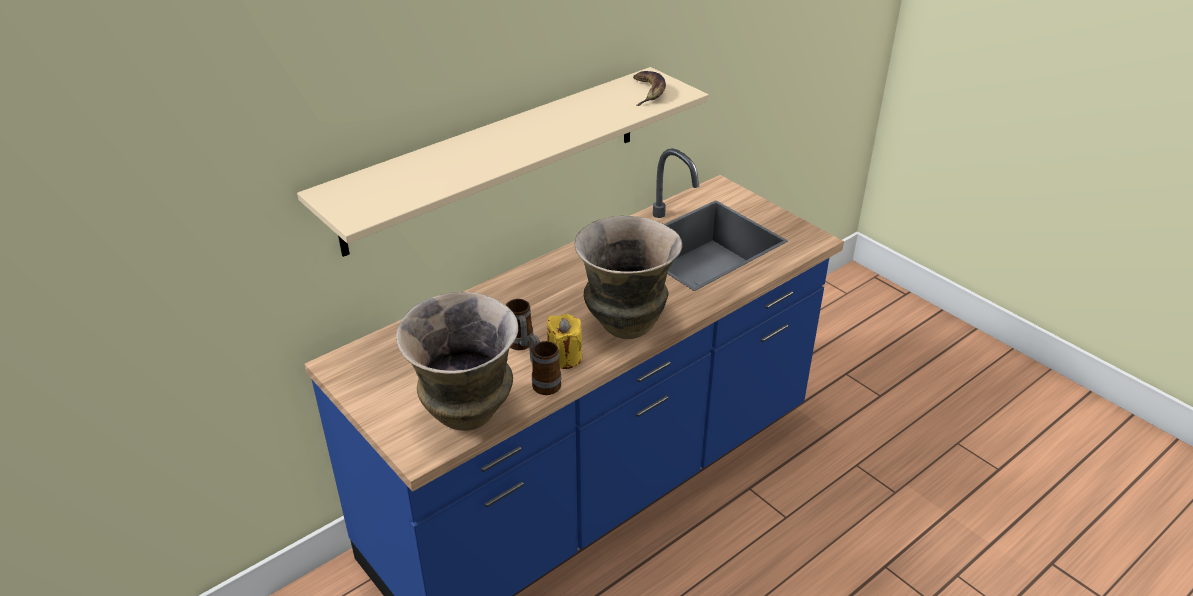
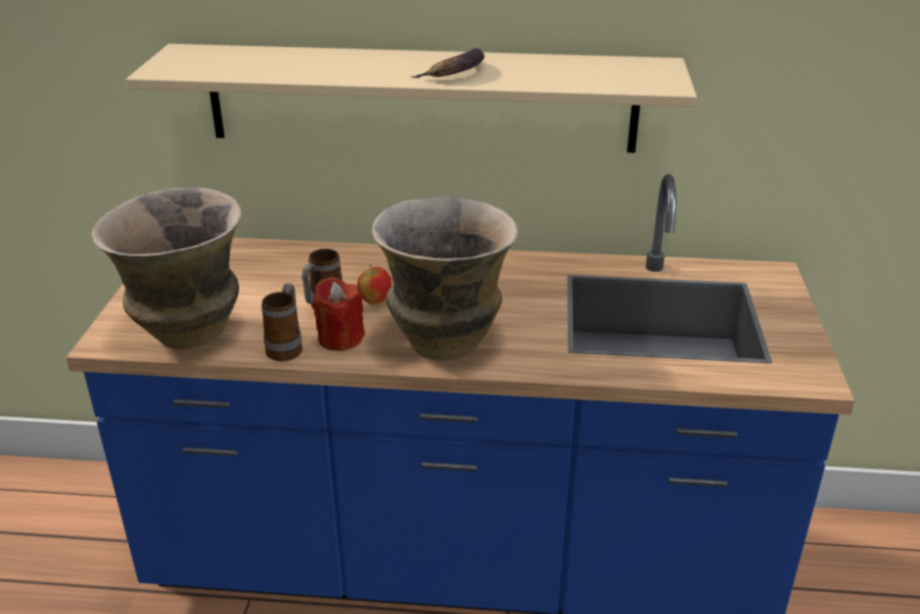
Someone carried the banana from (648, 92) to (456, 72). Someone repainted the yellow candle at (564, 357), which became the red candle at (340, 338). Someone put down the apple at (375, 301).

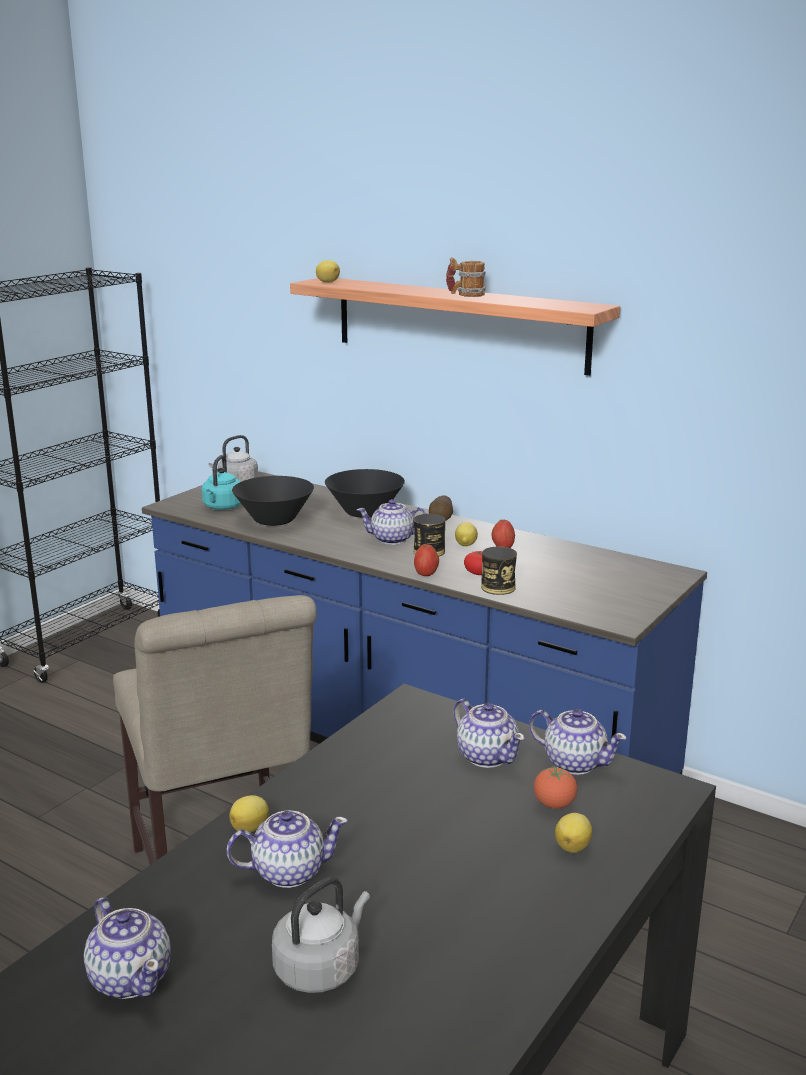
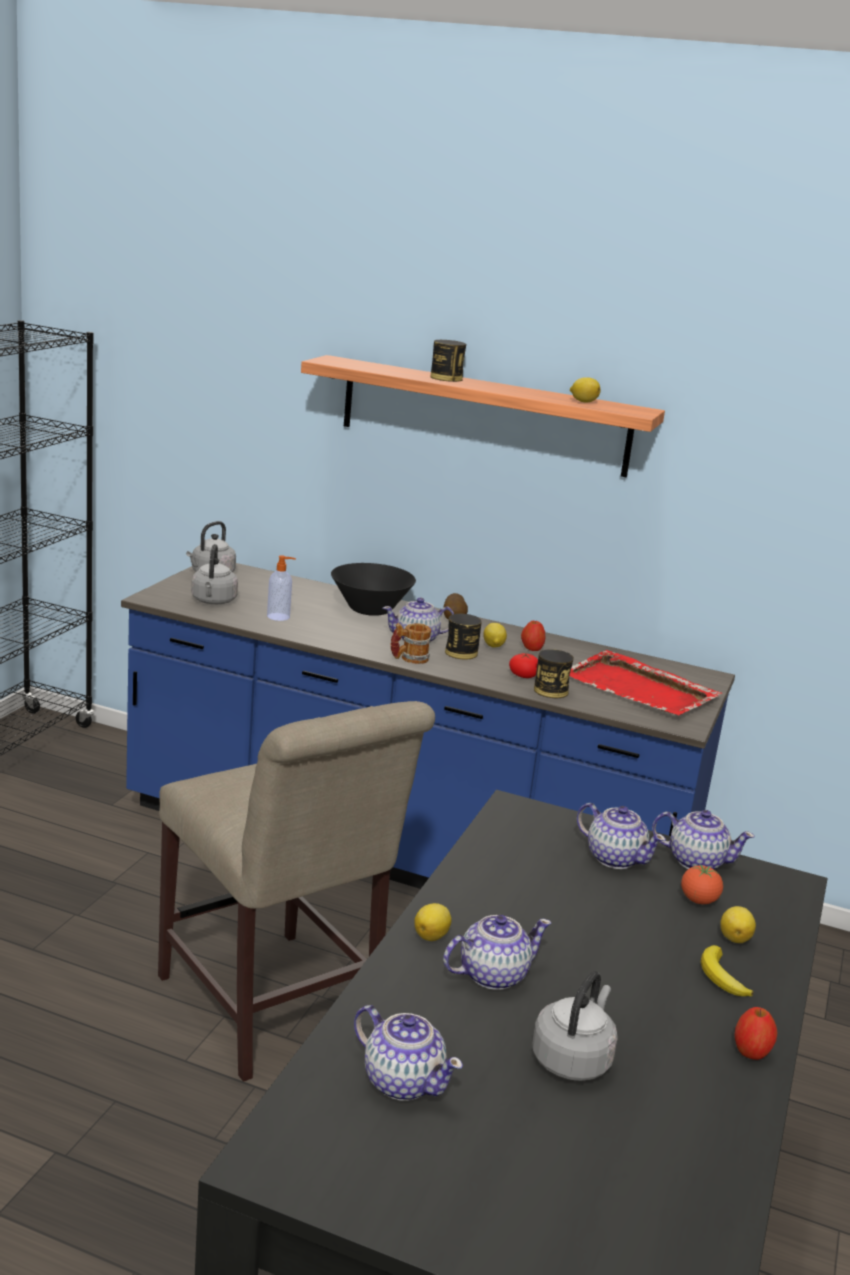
Someone carried the mug from (465, 295) to (409, 659). Someone carried the lemon from (327, 282) to (583, 401). Someone repainted the turquoise kettle at (222, 507), which became the grey kettle at (213, 601). Someone swapped the black bowl at (274, 520) for the soap dispenser at (279, 617). Someone carried the apple from (426, 573) to (751, 1052). Someone put down the can at (446, 378). Someone put down the red tray at (640, 689). Someone put down the banana at (721, 976).

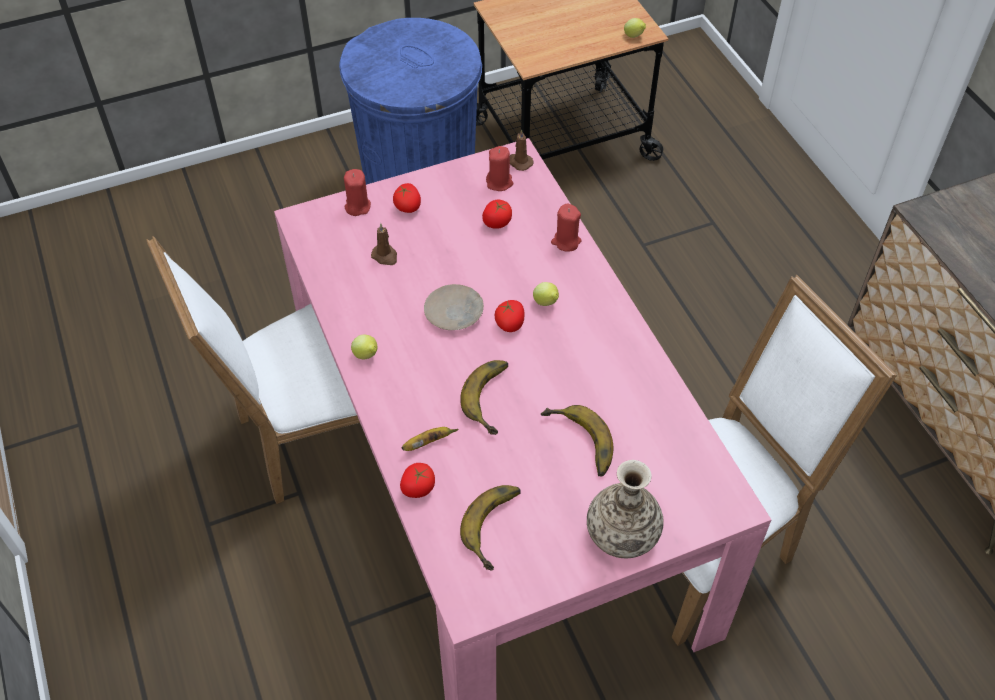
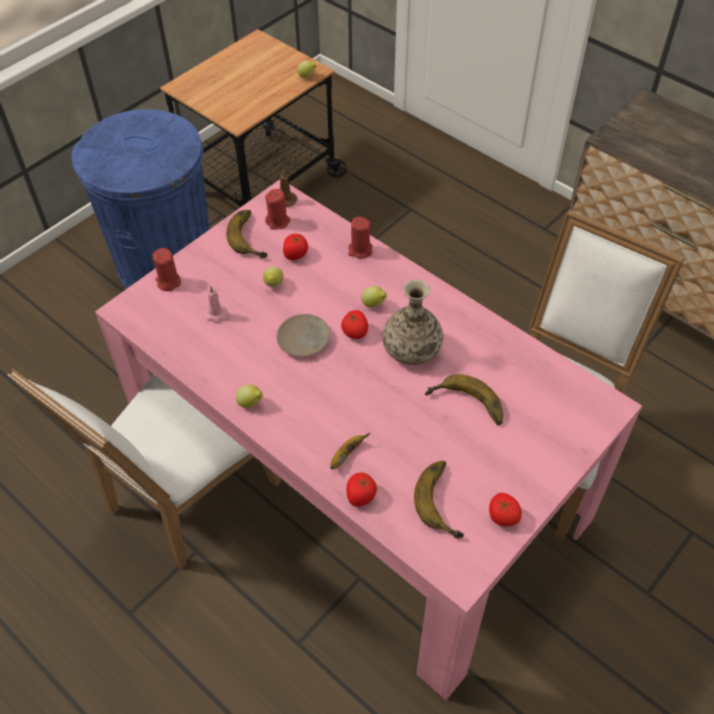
Someone carried the tomato from (408, 207) to (502, 516). Someone repainted the brown candle at (385, 256), which became the pink candle at (217, 315). Someone carried the banana from (495, 398) to (252, 236). Someone carried the vase from (622, 533) to (411, 349). Someone put down the lemon at (274, 285).

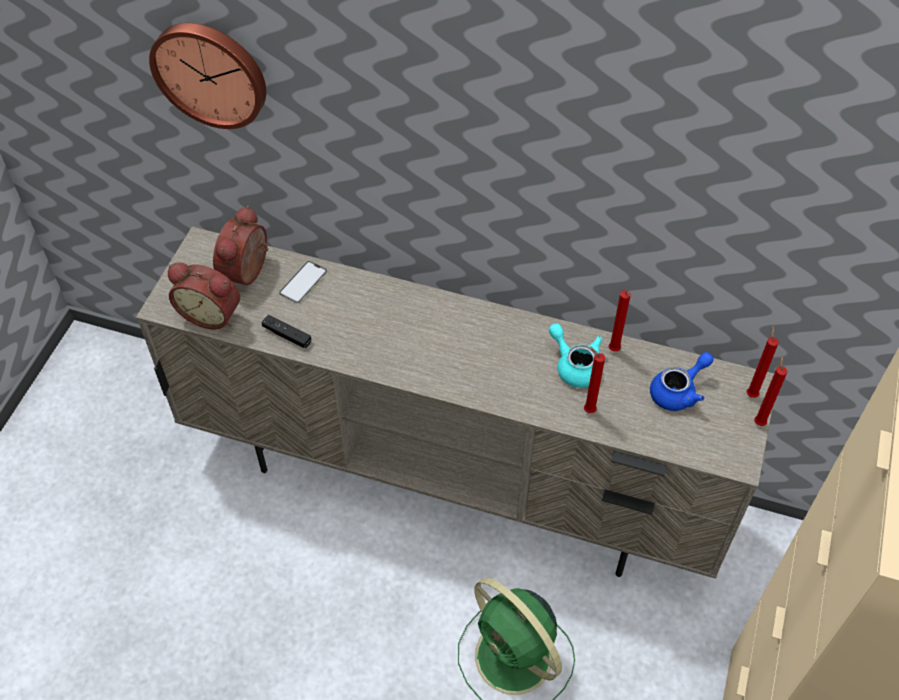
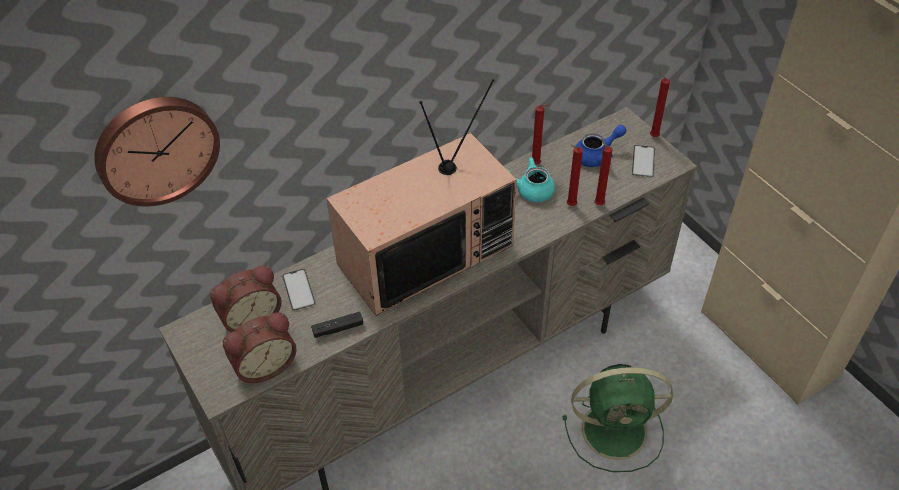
Someone rotated the alarm clock at (249, 272) by 90 degrees counterclockwise. Someone carried the red candle from (751, 393) to (597, 204). Someone rotated the blue teapot at (678, 391) by 60 degrees clockwise. Someone put down the television at (425, 252). Someone put down the phone at (643, 161).

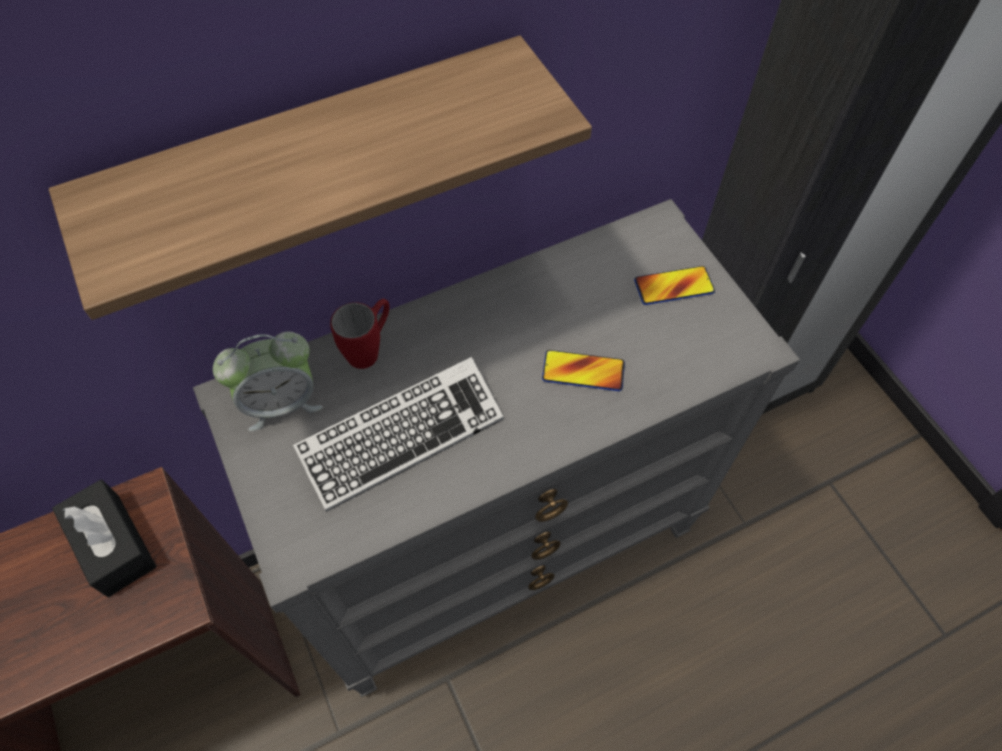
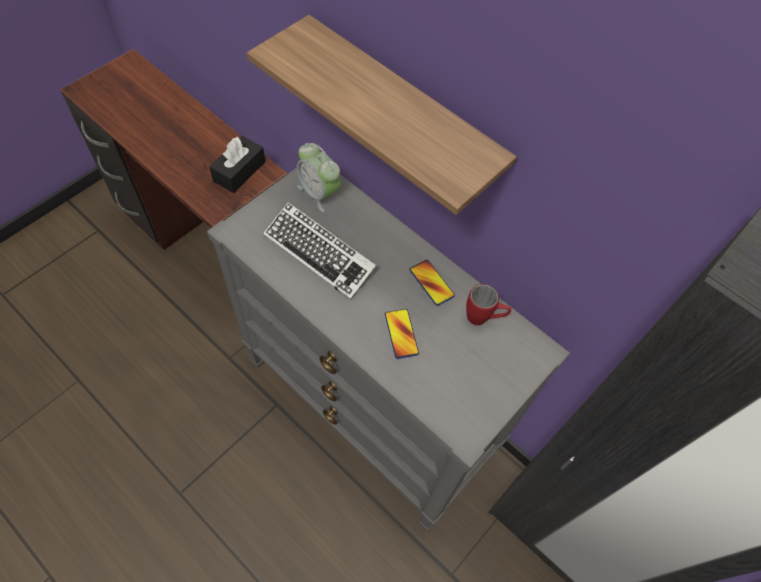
Someone carried the phone from (674, 286) to (431, 283). Someone carried the red mug from (370, 348) to (483, 319).

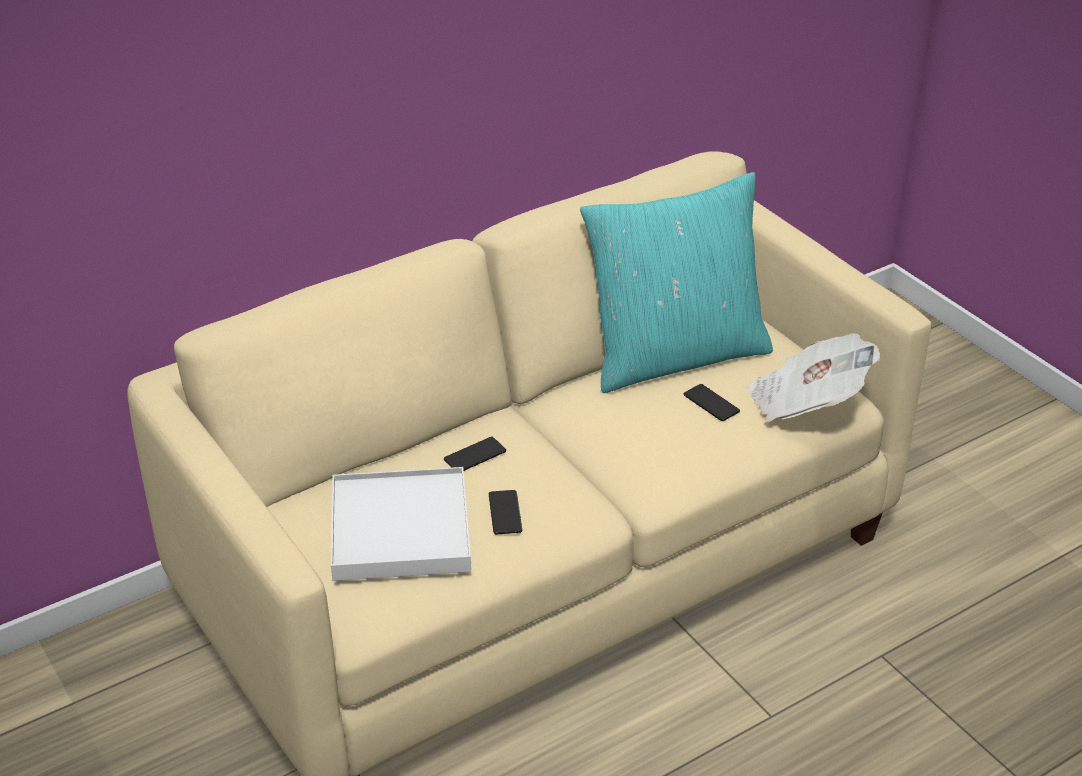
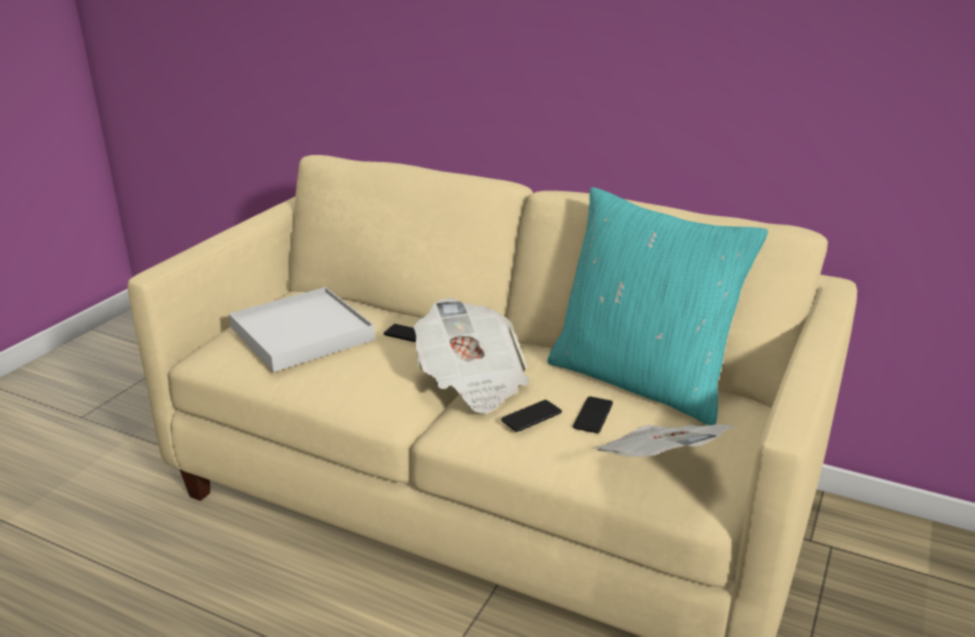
Someone carried the phone from (505, 513) to (531, 416). Someone put down the newspaper at (472, 382).

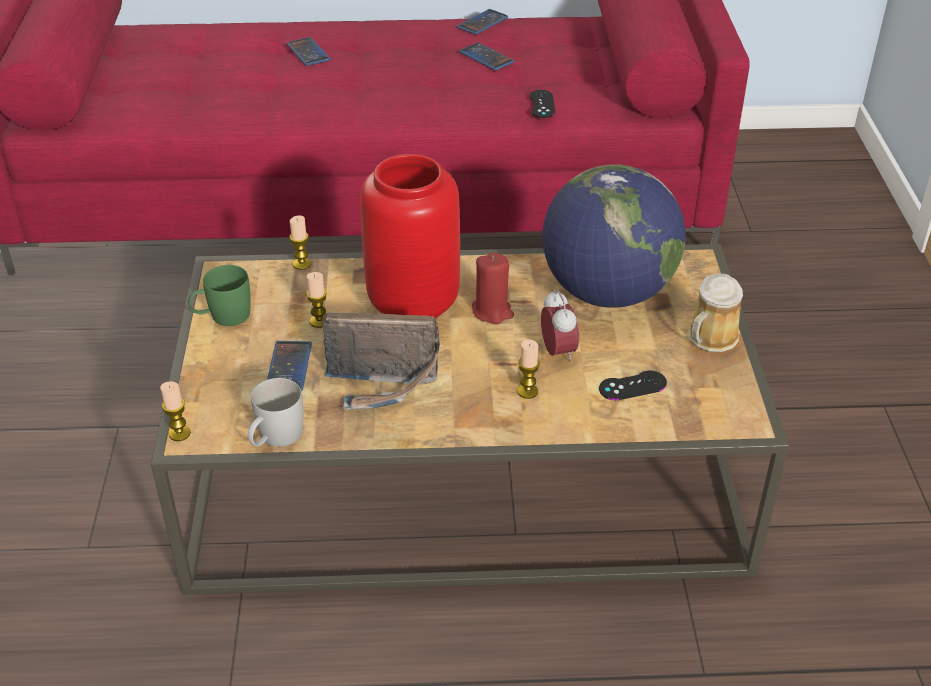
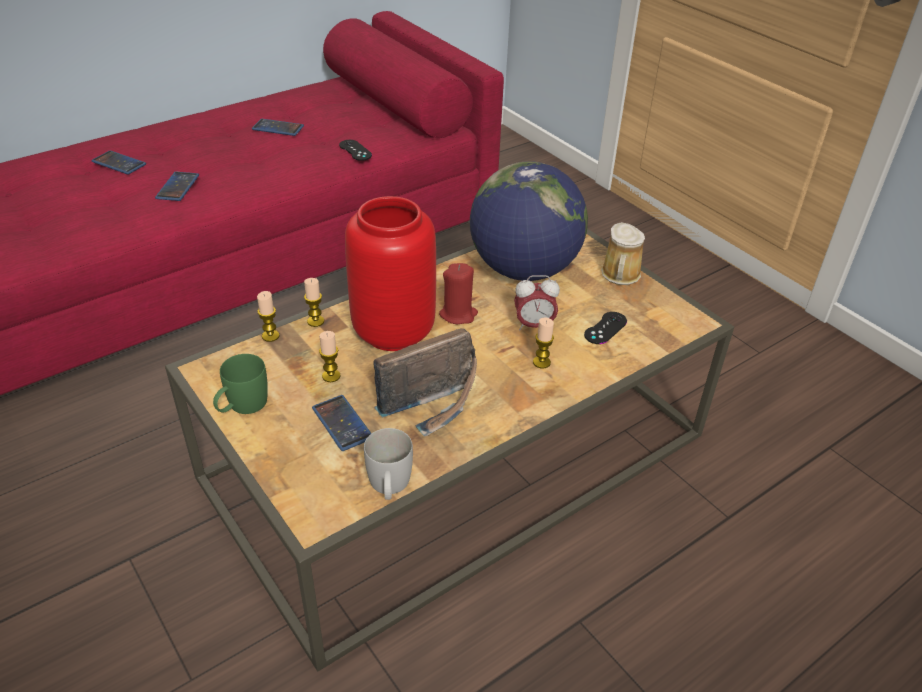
Someone carried the phone from (482, 22) to (177, 187). Someone rotated the alarm clock at (558, 352) by 135 degrees clockwise. Someone carried the candle from (179, 433) to (315, 321).

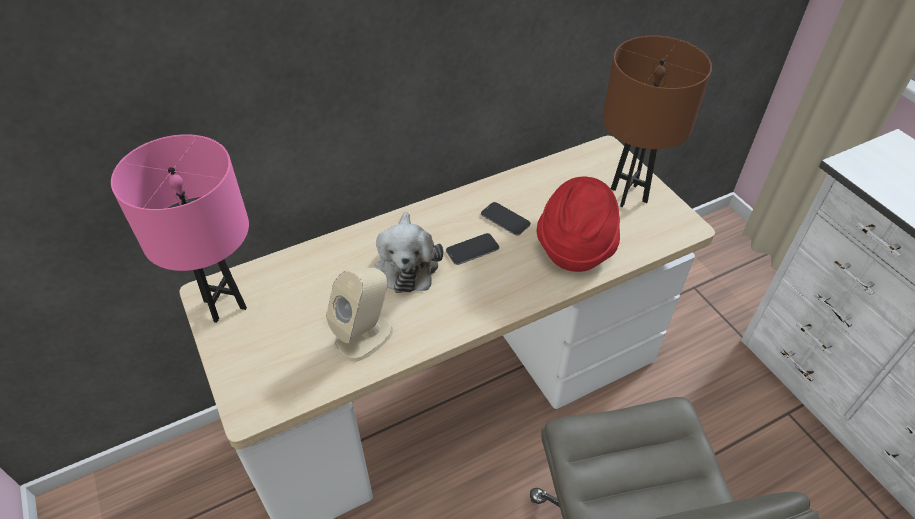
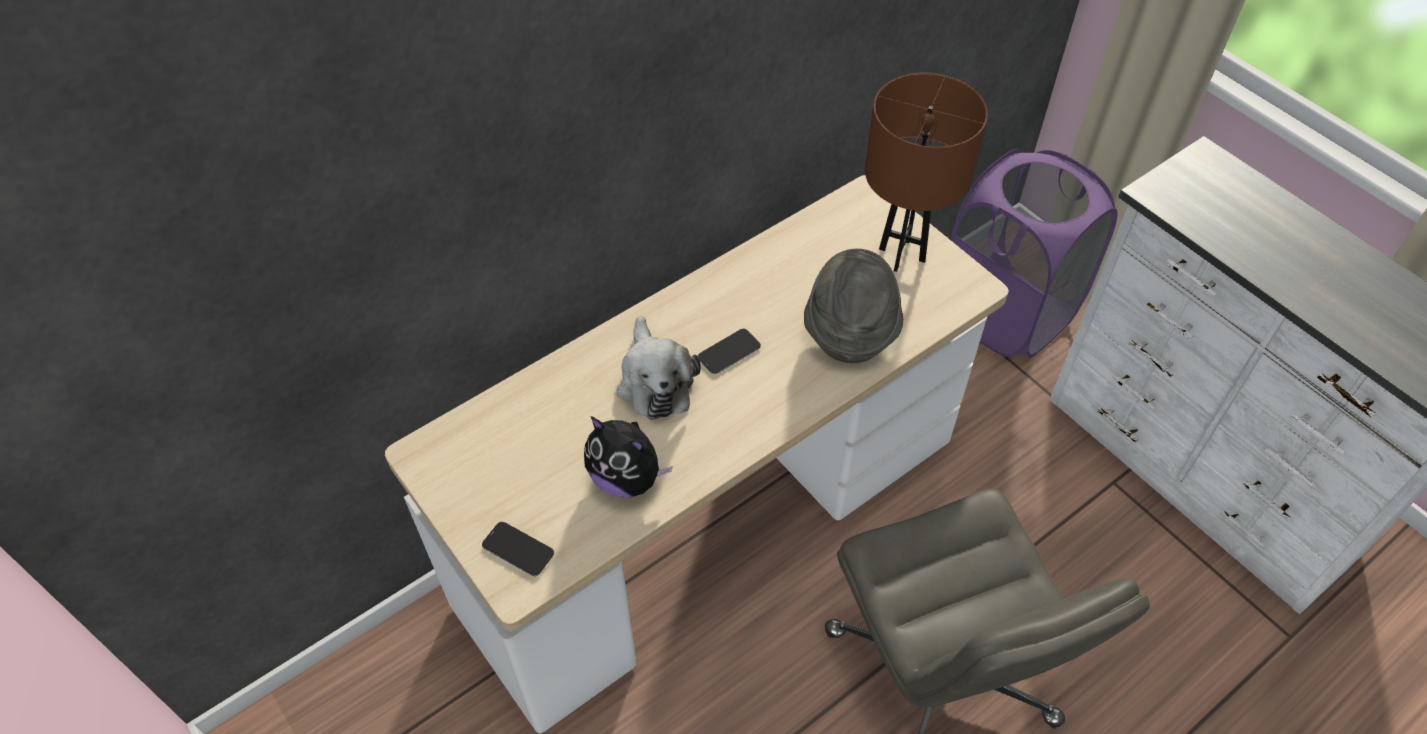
Someone took away the pink table lamp at (225, 304). Someone repainted the red hat at (575, 247), which became the grey hat at (850, 332). Someone carried the phone from (505, 219) to (518, 549). Someone swapped the beige speaker at (364, 336) for the plush toy at (626, 478). Someone put down the purple laundry basket at (1006, 313).

